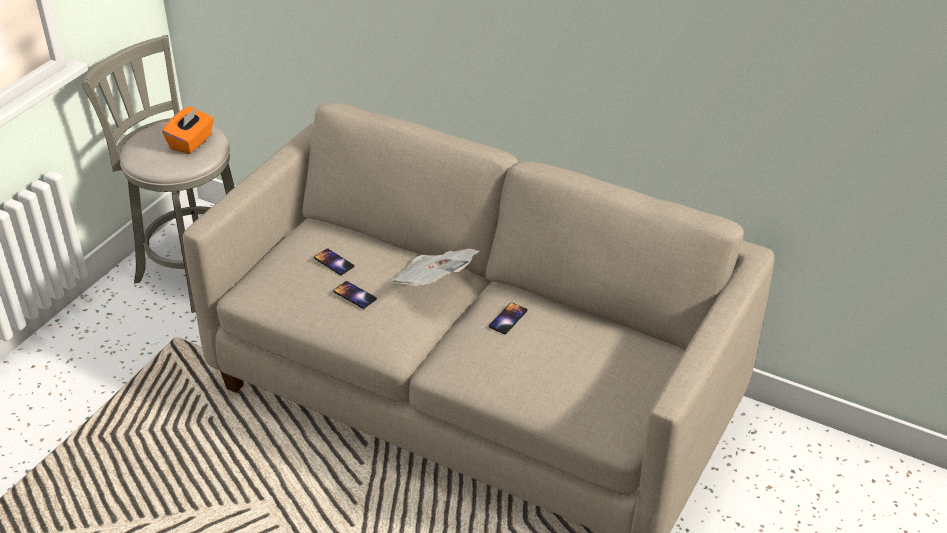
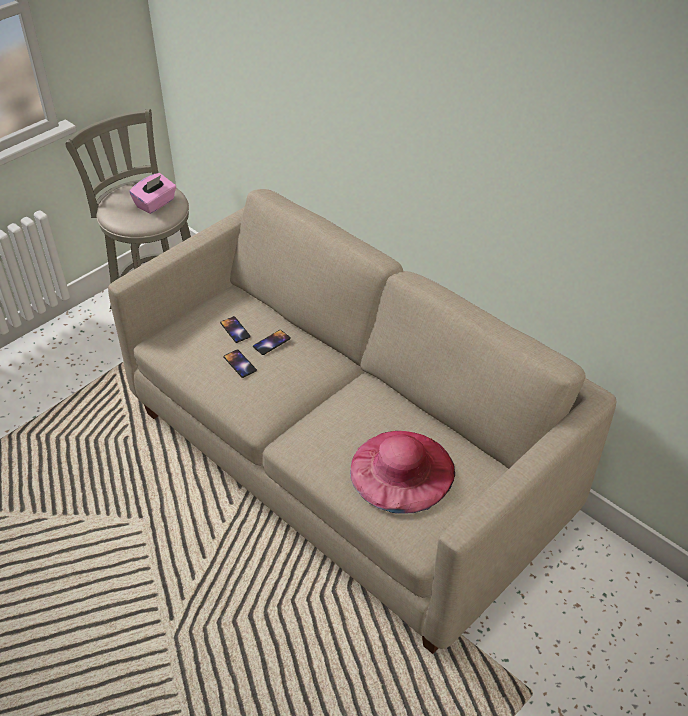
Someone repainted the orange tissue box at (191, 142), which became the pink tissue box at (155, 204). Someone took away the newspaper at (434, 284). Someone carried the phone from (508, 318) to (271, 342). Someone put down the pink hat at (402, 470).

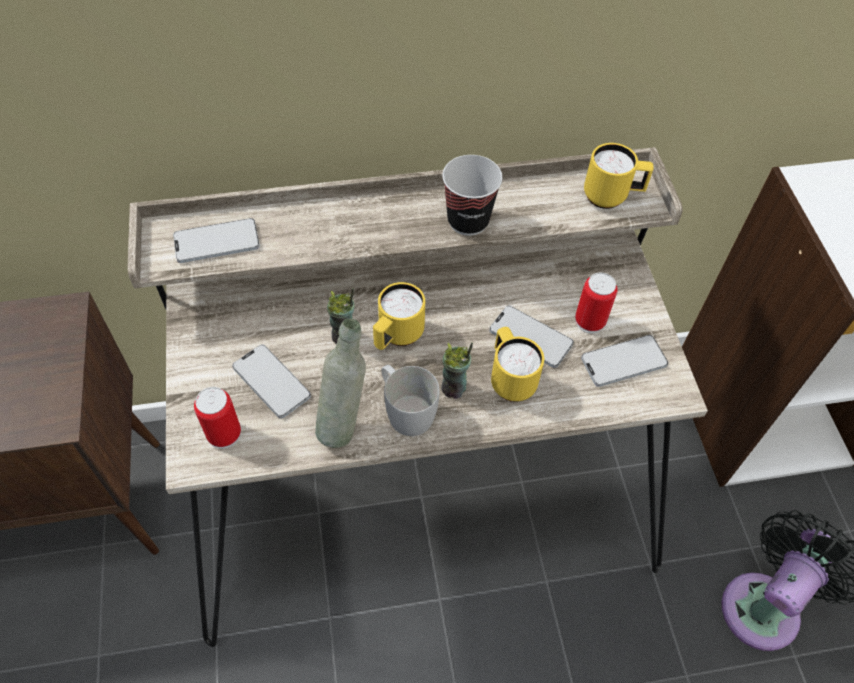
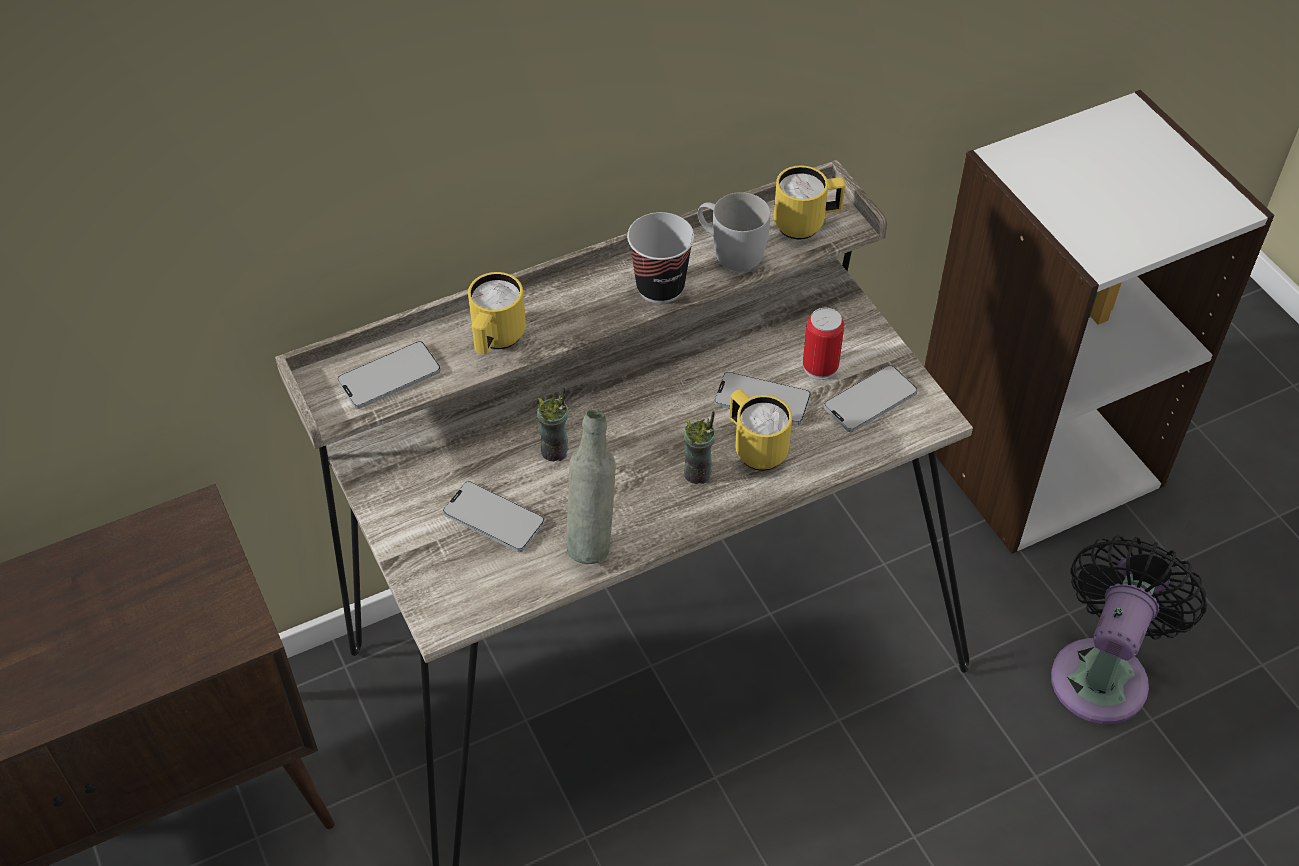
Someone carried the yellow mug from (396, 337) to (496, 341). Someone carried the white mug from (405, 409) to (730, 250). Someone took away the can at (224, 434).

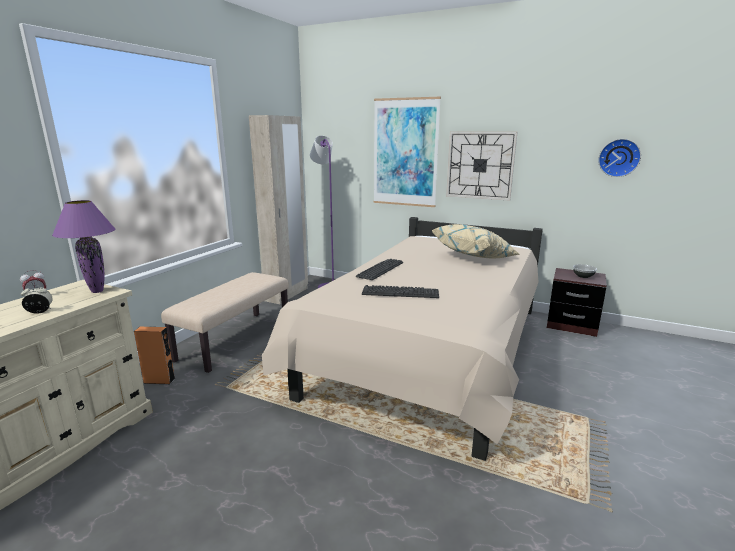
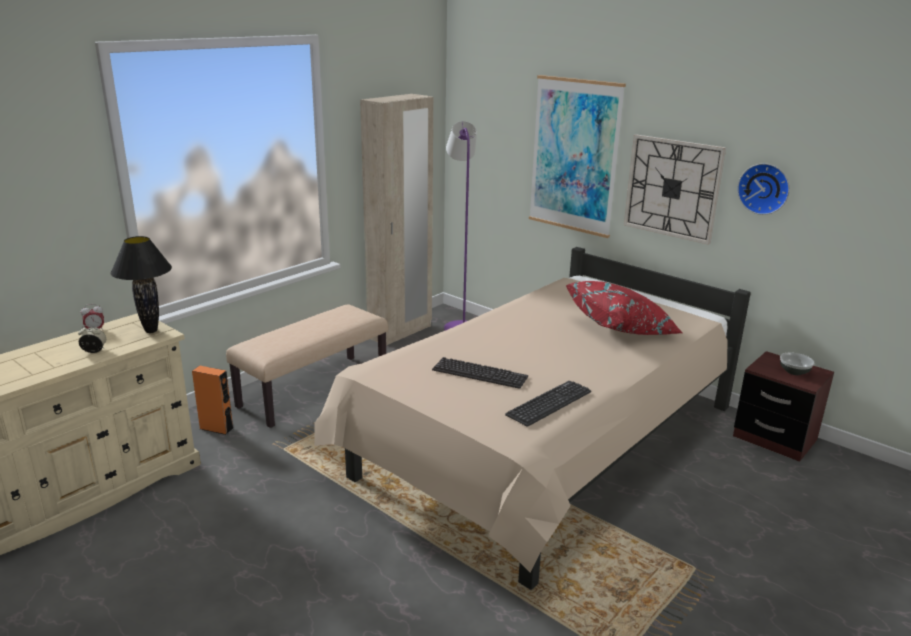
Someone carried the wall clock from (619, 158) to (764, 188). Someone repainted the purple table lamp at (96, 291), which became the black table lamp at (150, 331). Someone repainted the beige pillow at (474, 257), which became the red pillow at (621, 328). Someone carried the keyboard from (380, 270) to (549, 403).

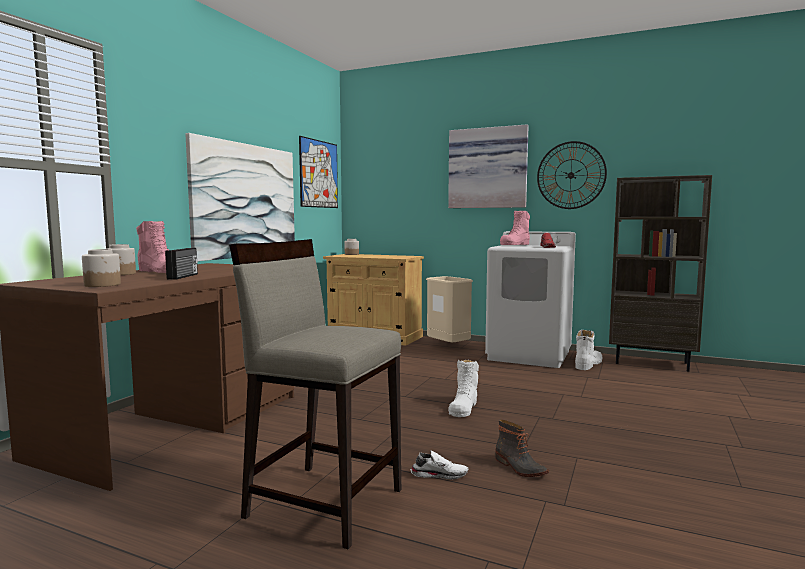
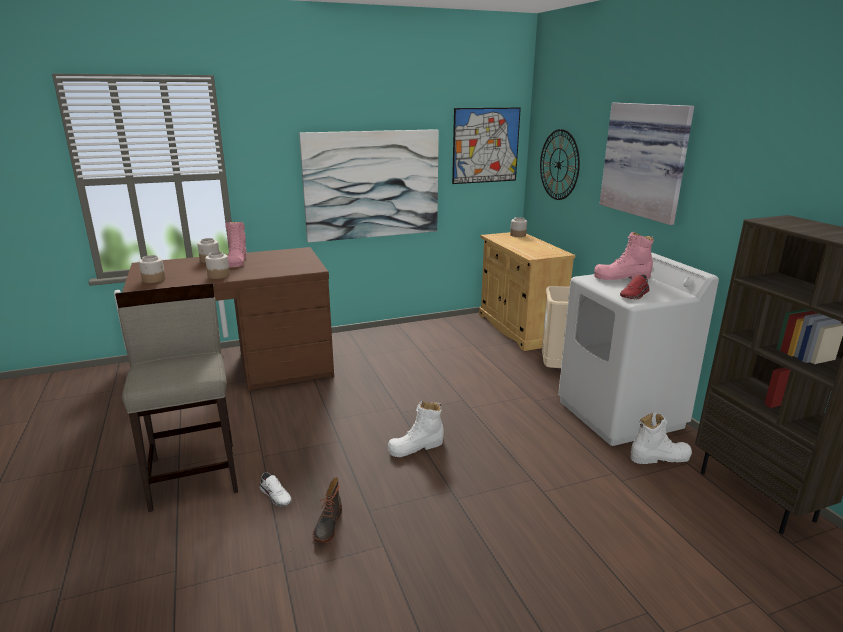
Someone carried the wall clock from (571, 175) to (559, 165). Someone swapped the radio at (184, 276) for the jar at (219, 275).

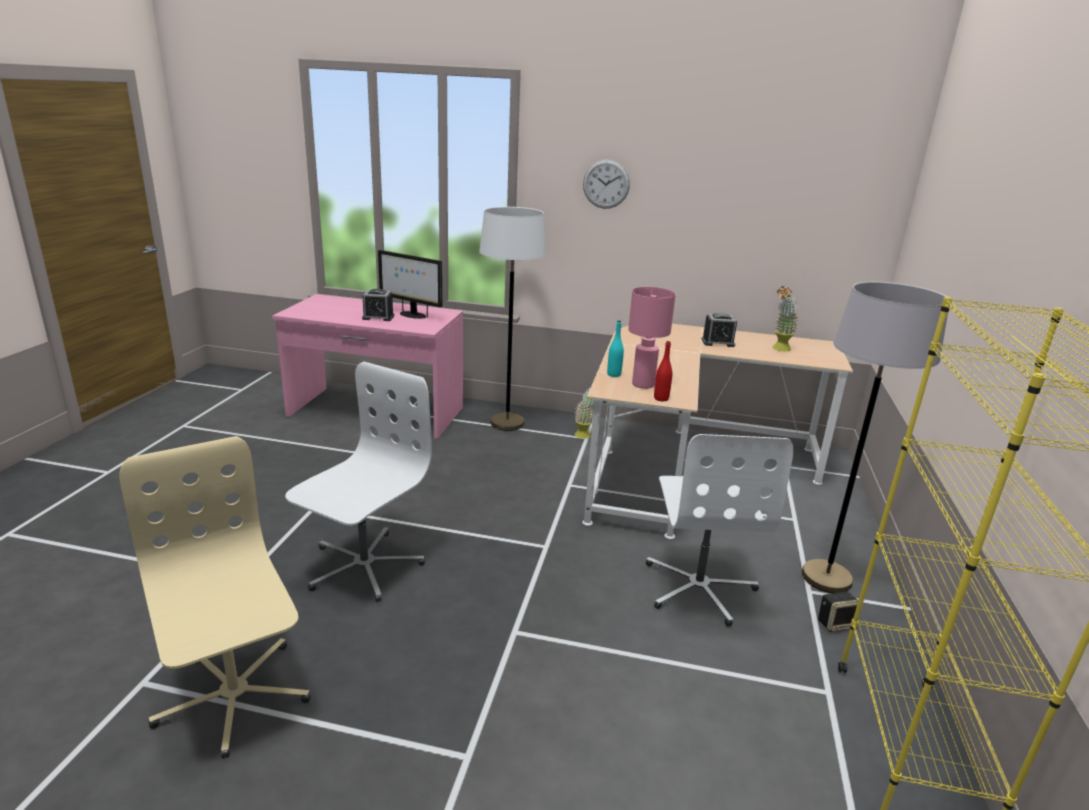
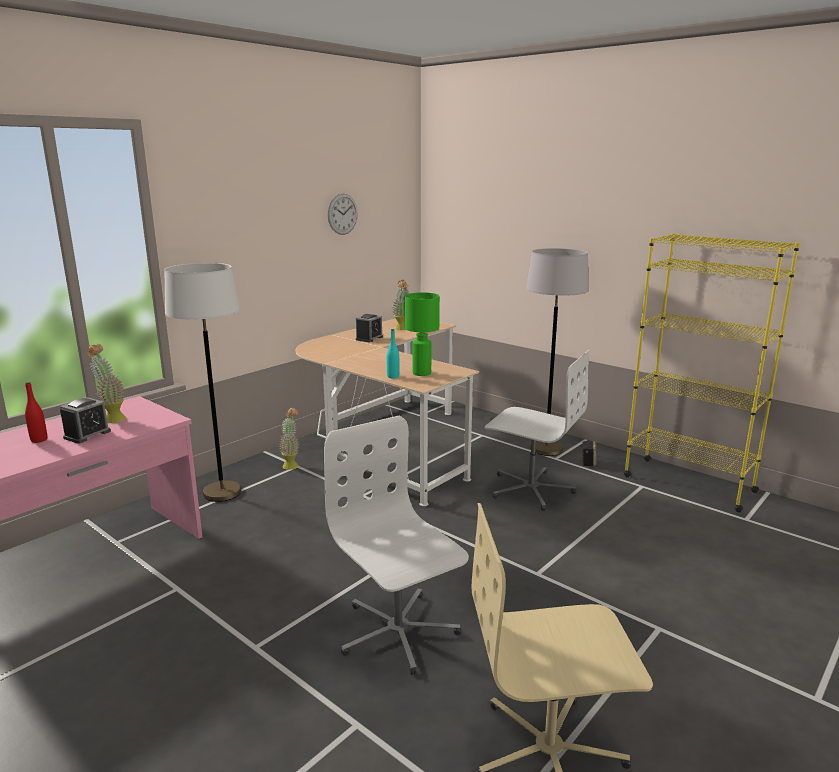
Someone carried the wall clock from (606, 184) to (342, 214). Someone swapped the monitor at (412, 315) for the potted plant at (111, 418). Someone repainted the pink table lamp at (643, 385), which became the green table lamp at (422, 373). Someone carried the red bottle from (661, 398) to (39, 440).

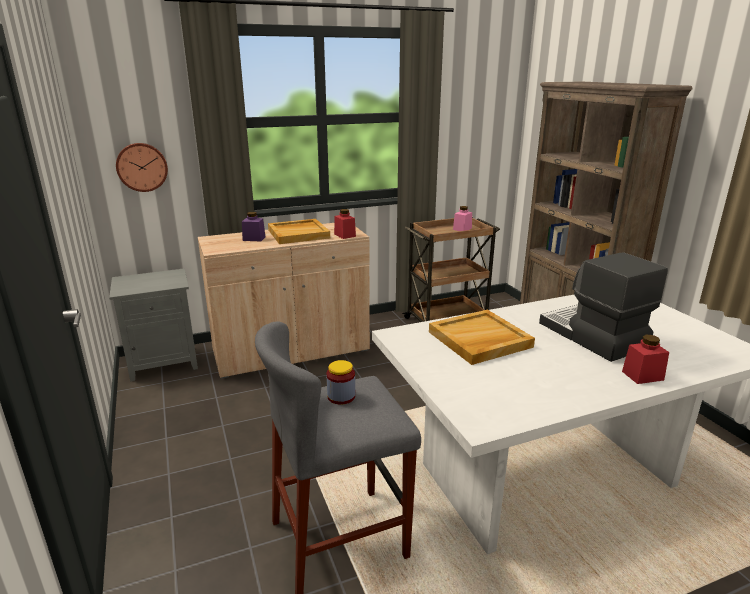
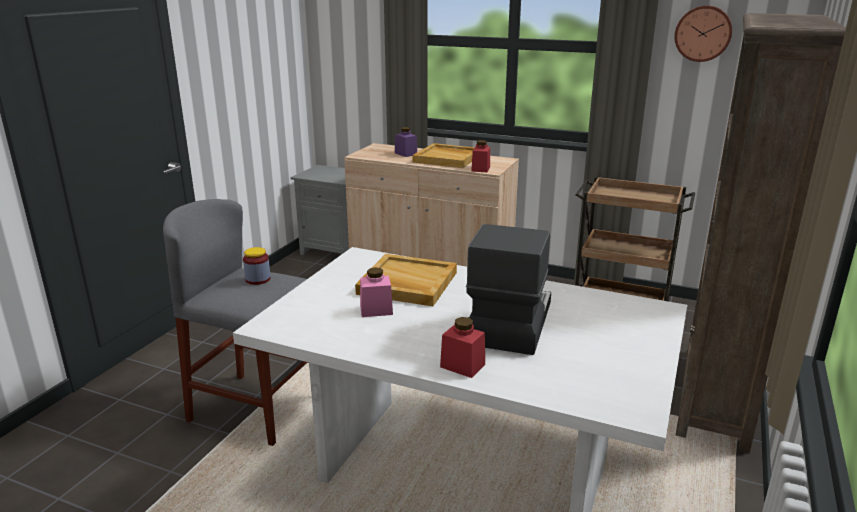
Someone carried the wall clock from (142, 167) to (703, 33). Someone carried the pink jar from (462, 229) to (376, 310).

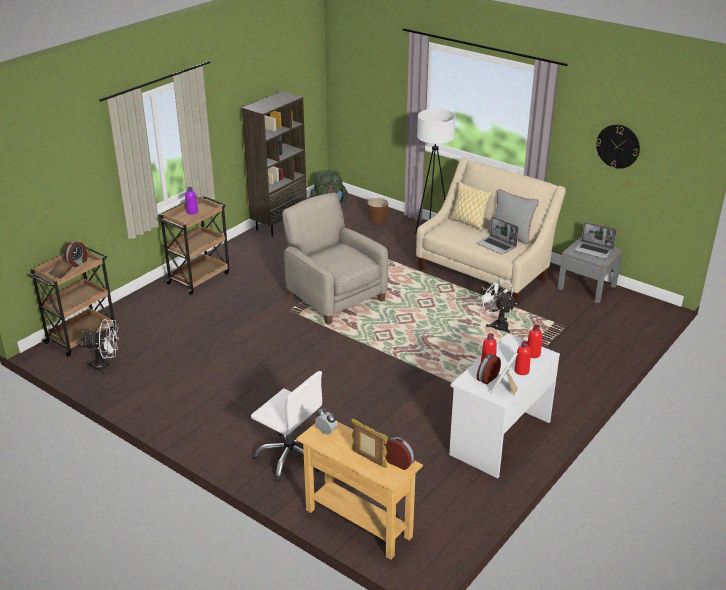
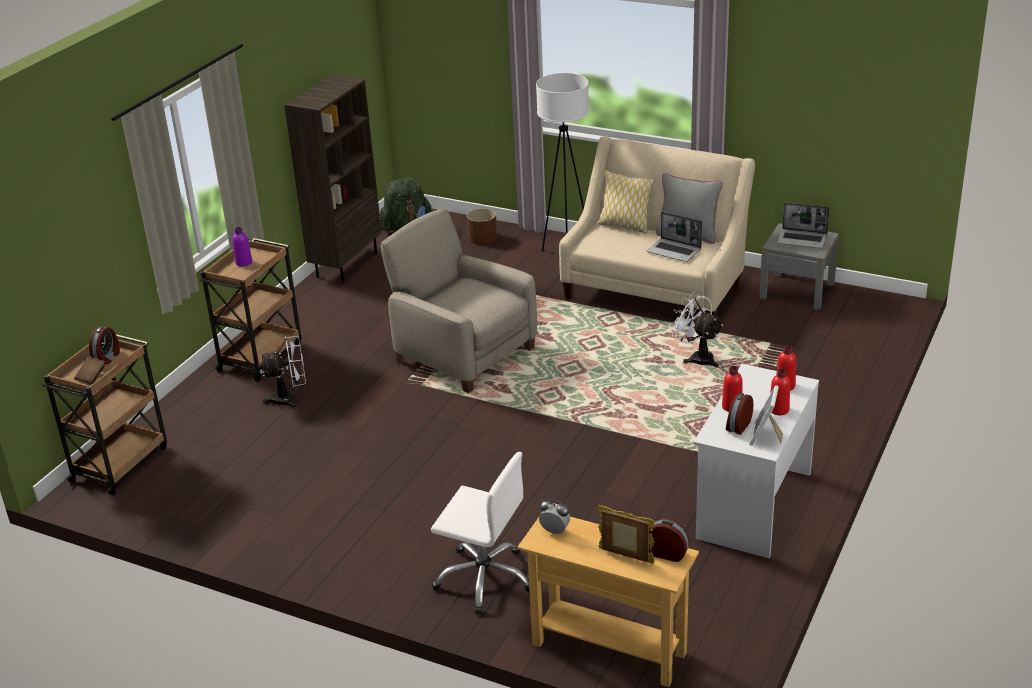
Someone took away the wall clock at (618, 146). Someone carried the white fan from (105, 366) to (290, 399).

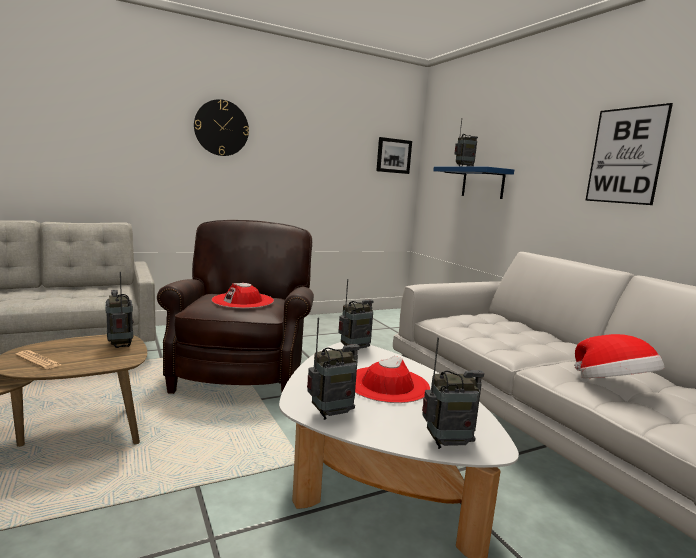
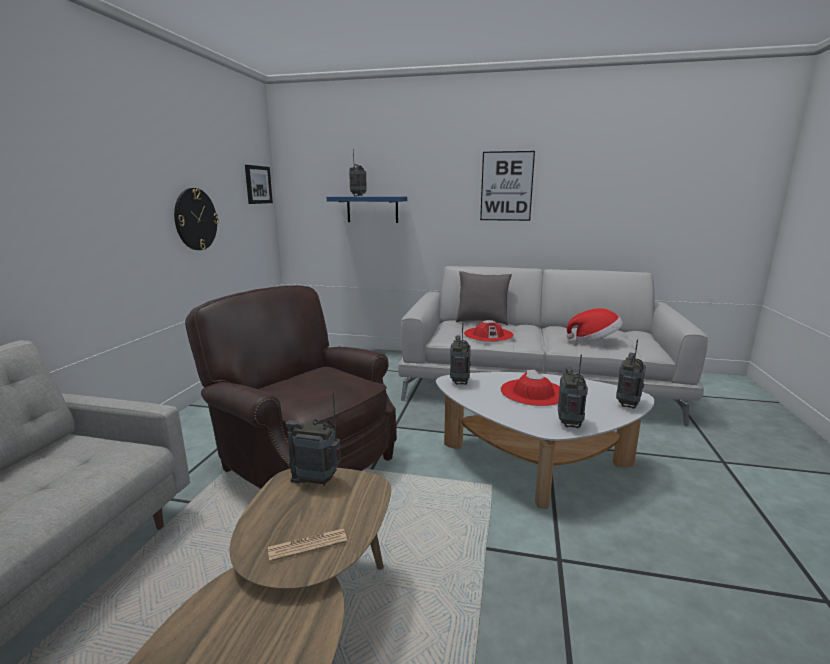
Someone carried the wall clock from (221, 128) to (195, 219). Someone carried the red hat from (243, 301) to (488, 334). Someone put down the grey pillow at (482, 321).

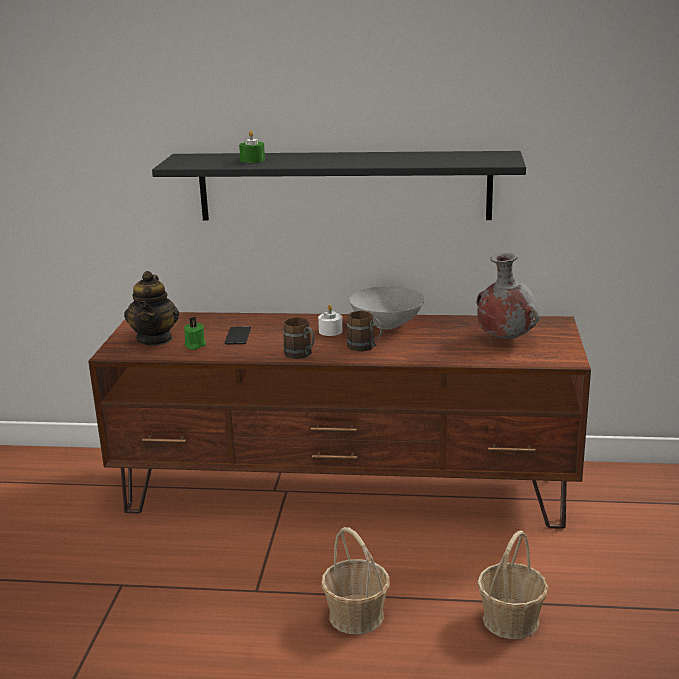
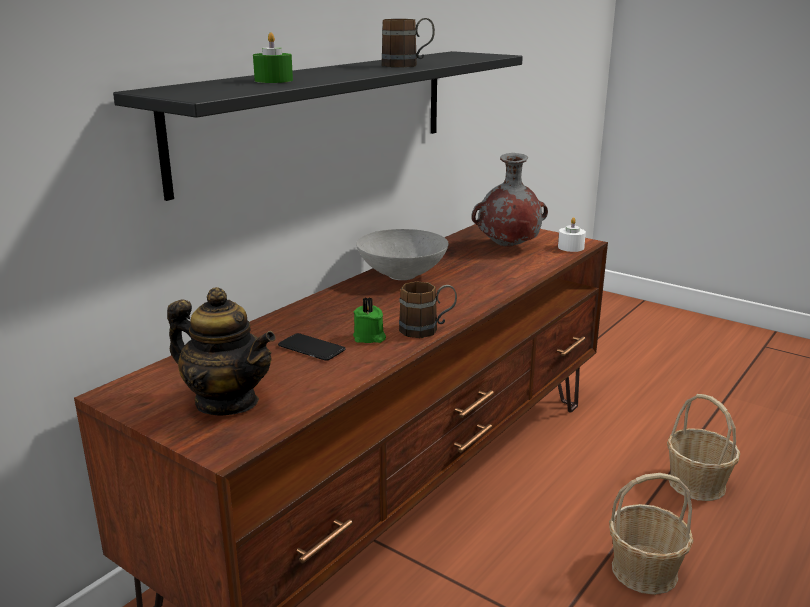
Someone carried the white candle from (330, 331) to (571, 247). Someone carried the brown mug from (366, 348) to (407, 65). Someone carried the green candle from (194, 345) to (369, 338).

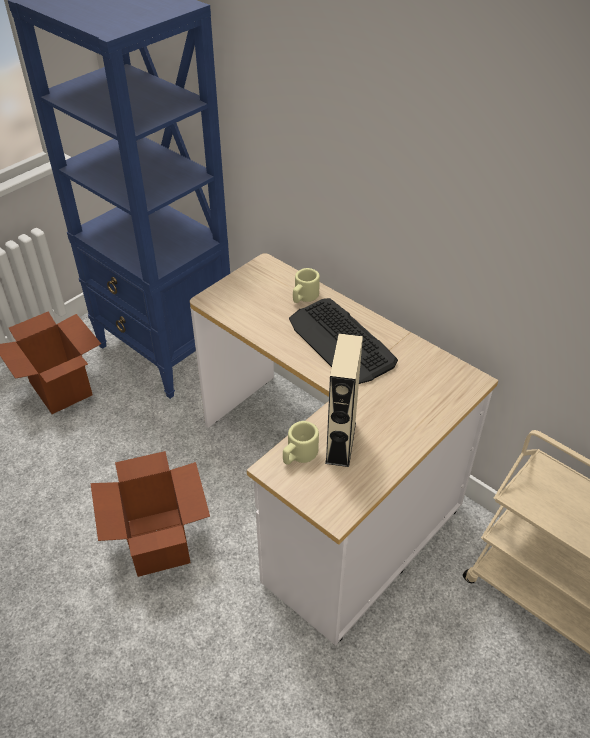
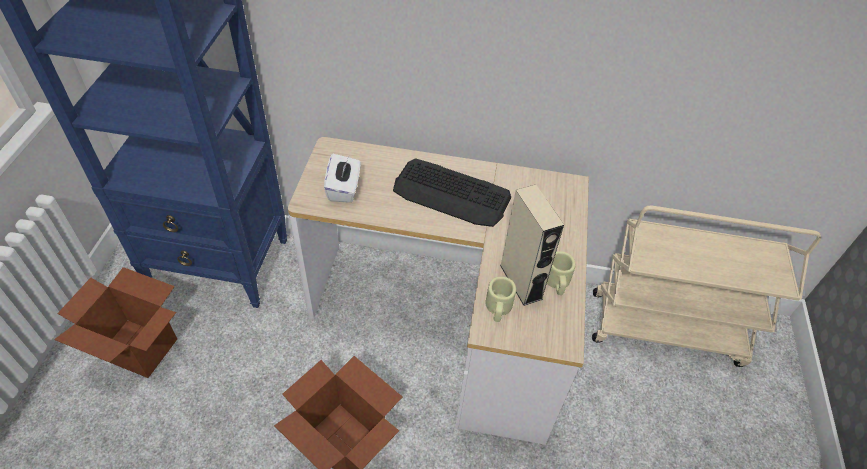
Someone carried the beige mug from (304, 297) to (557, 282). Someone put down the white tissue box at (344, 189).

